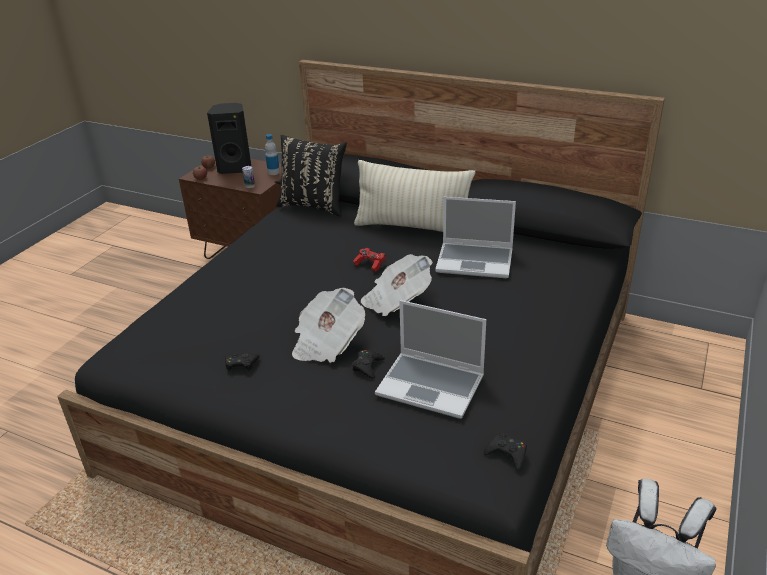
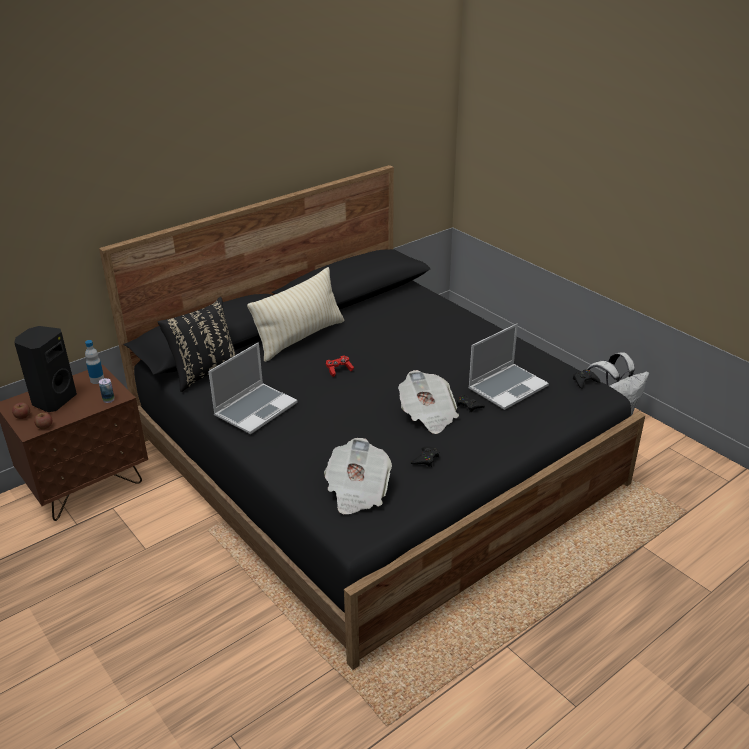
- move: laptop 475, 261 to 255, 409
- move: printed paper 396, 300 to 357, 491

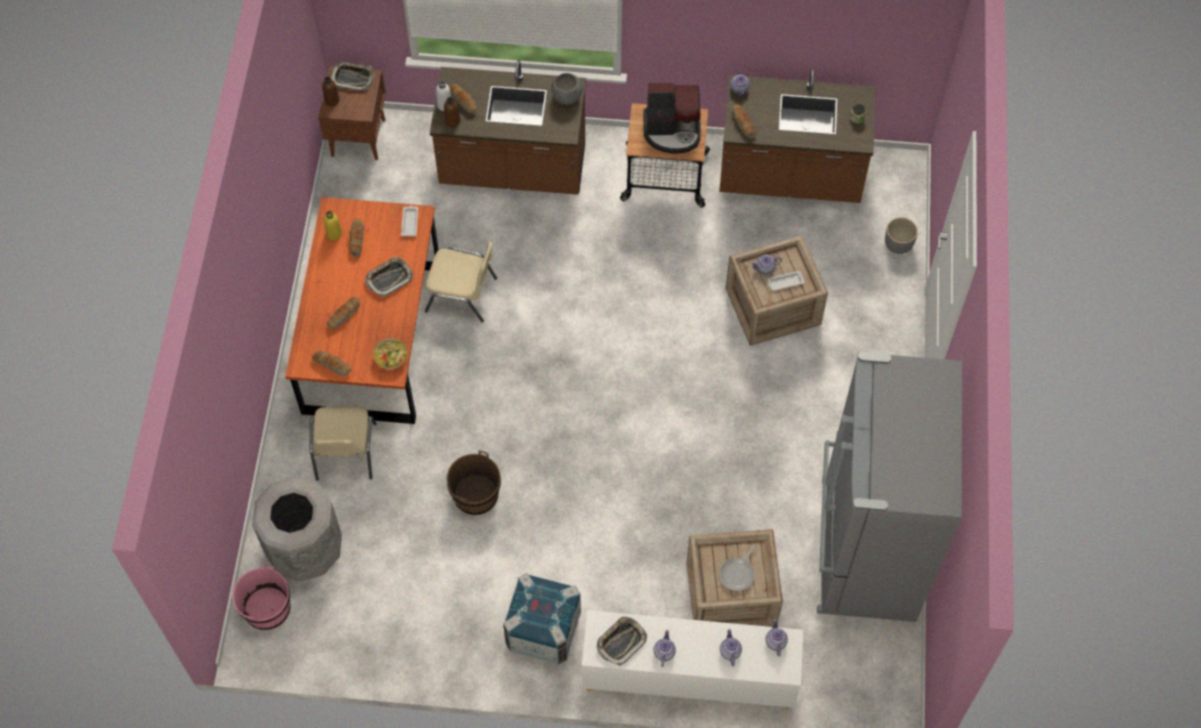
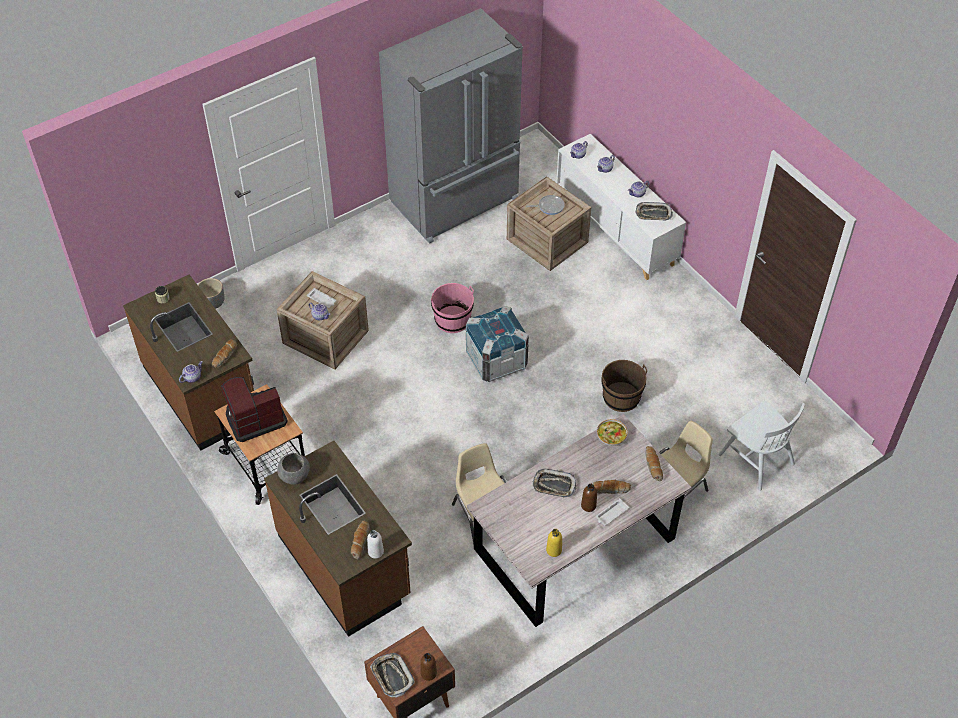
- rotate: coffee machine 672, 131 = 255, 418 75 degrees counterclockwise
- move: pinkish pail 267, 609 to 452, 320
- move: shipping crate 543, 631 to 496, 360
- recolor: orange-coloured kitchen table 371, 337 to greyish kitchen table 575, 544
- move: brown-coloured drink bottle 452, 121 to 588, 505
- move: white-coloured serving tray 410, 222 to 611, 514
- replace: greyish waste bin 305, 549 to white-coloured upright chair 756, 459
- delete: bread 356, 240

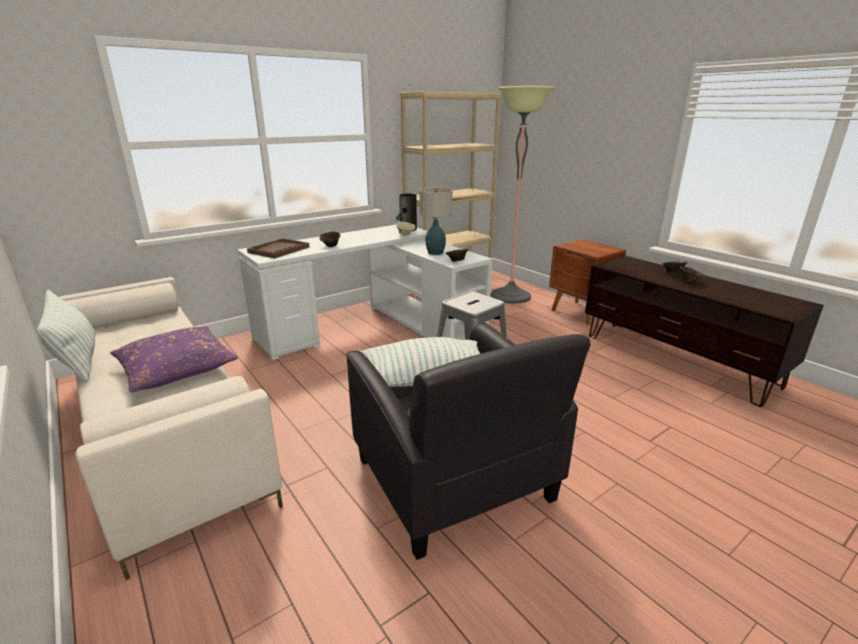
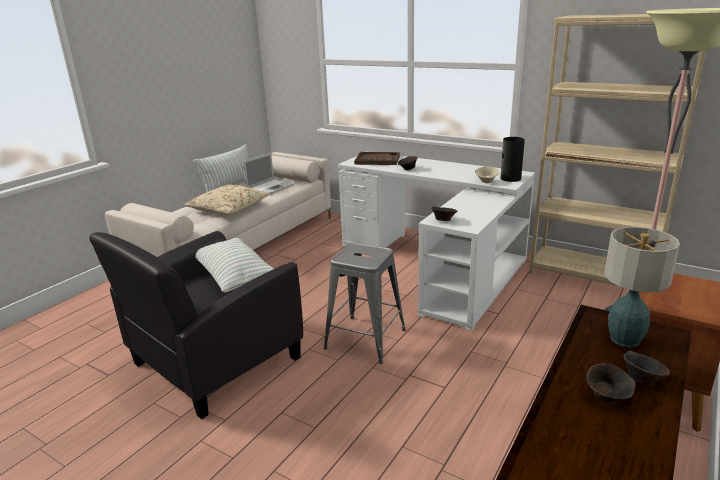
- recolor: purple pillow 176, 368 to beige-coloured pillow 228, 208
- insert: laptop 270, 187
- move: tabletop lamp 435, 253 to 624, 339

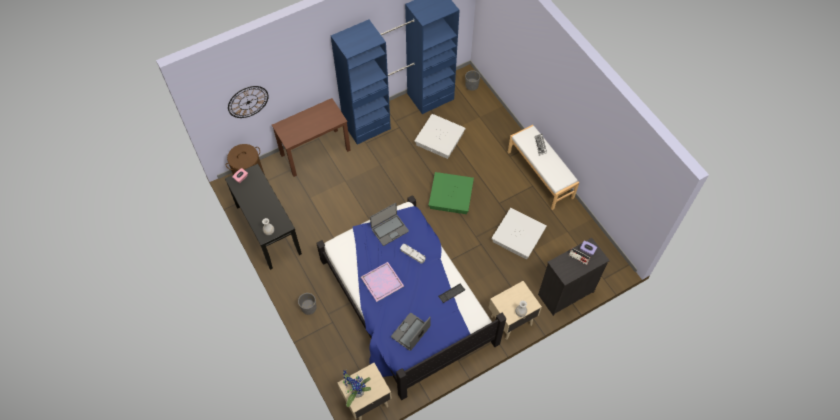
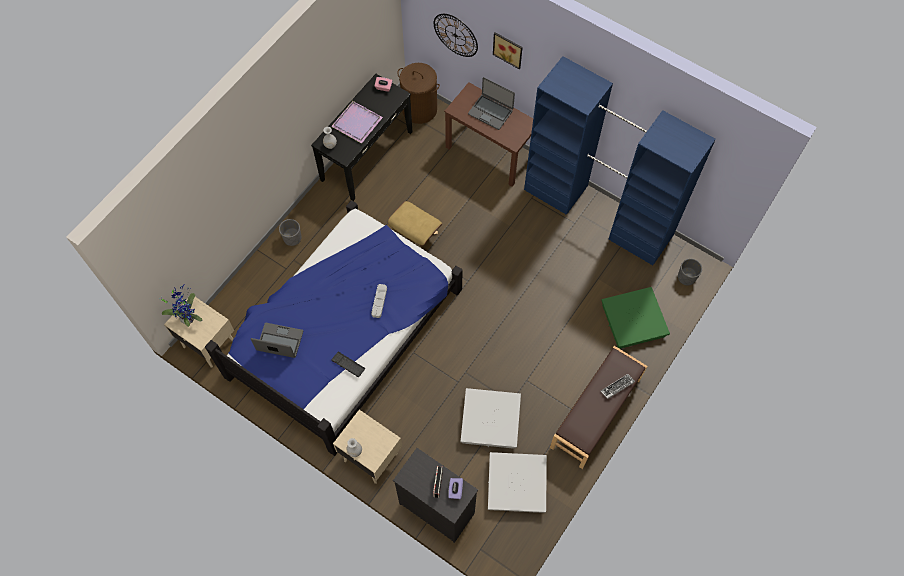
- move: purple serving tray 381, 282 to 357, 122
- insert: beige-coloured ottoman 415, 236
- move: laptop 389, 230 to 490, 112
- move: white-coloured storage box 439, 139 to 516, 484
- insert: picture 508, 49
- recolor: white-coloured long seat 540, 174 to brown-coloured long seat 596, 413
- move: greenish storage box 451, 195 to 633, 321

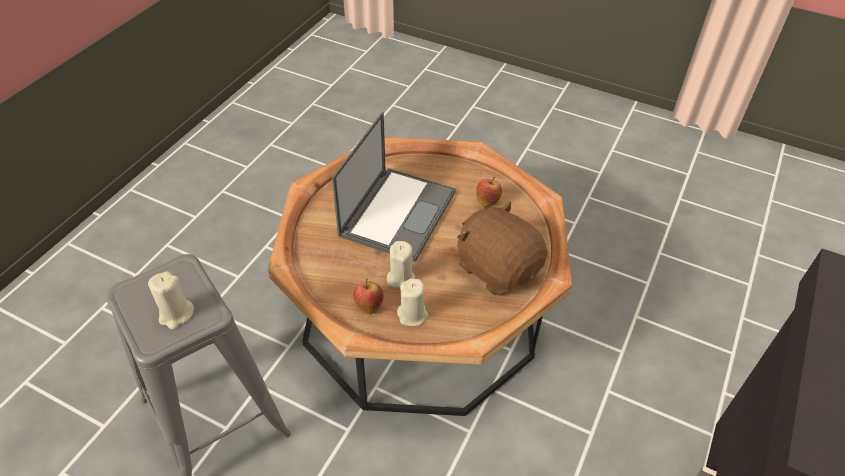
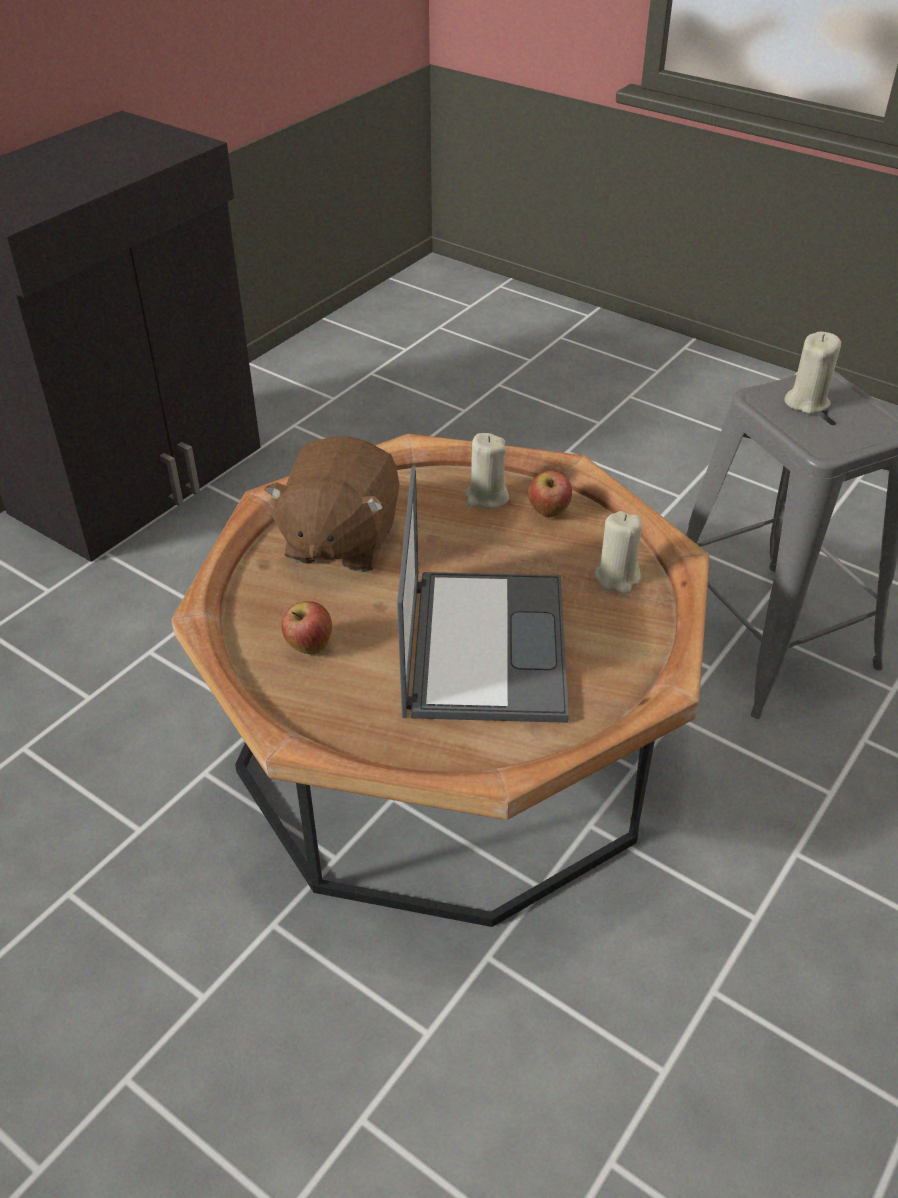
- rotate: brown-coloured plush toy 498, 268 = 340, 540 45 degrees clockwise
- rotate: laptop 398, 212 = 484, 644 150 degrees clockwise
- move: beige-coloured wax light 400, 278 to 617, 577

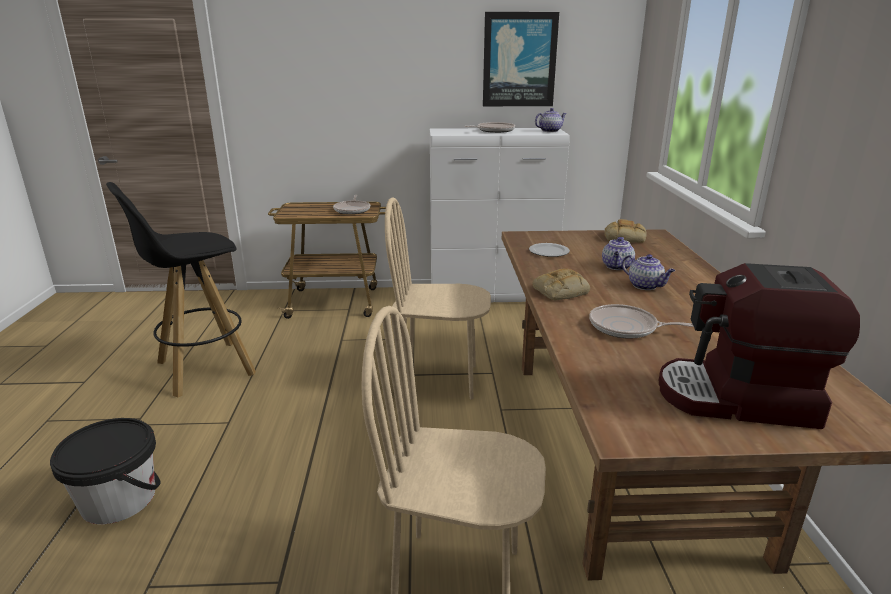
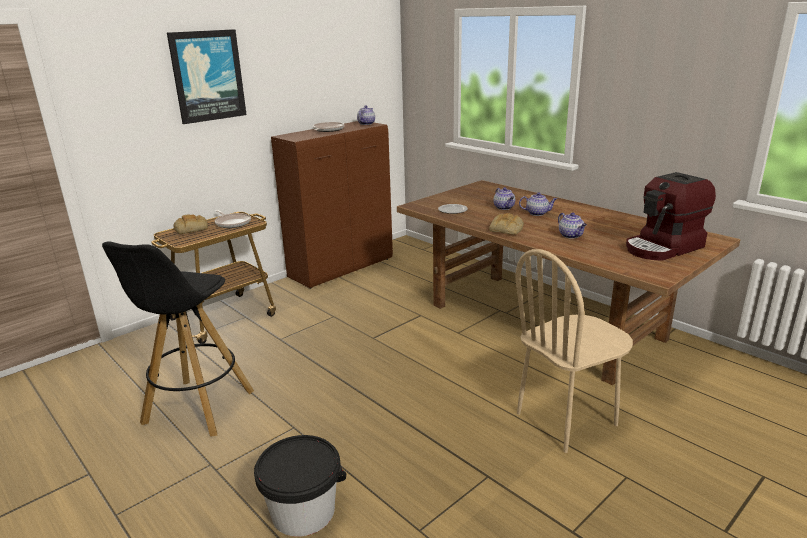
- move: picture 519, 60 to 207, 76
- move: bread 625, 238 to 191, 228
- recolor: white-coloured cupboard 492, 296 to brown-coloured cupboard 342, 268
- replace: skillet 626, 327 to pot for tea 571, 235
- delete: beige-coloured upright chair 439, 380

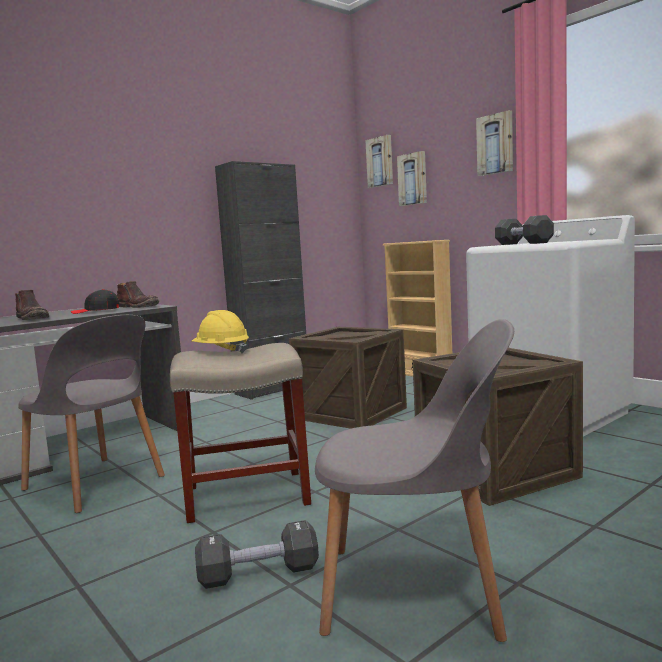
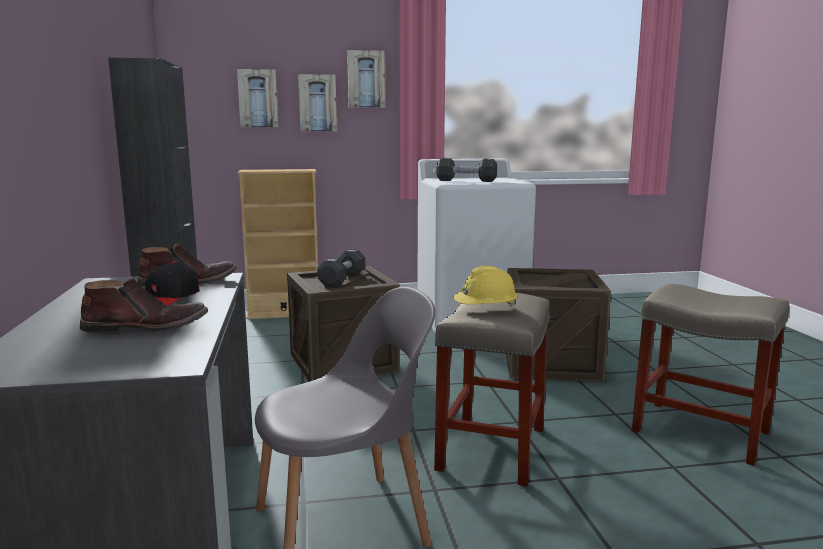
- move: picture 380, 162 to 317, 103
- move: blackish hand weight 259, 574 to 342, 279
- replace: greyish upright chair 417, 590 to beige-coloured stool 702, 432

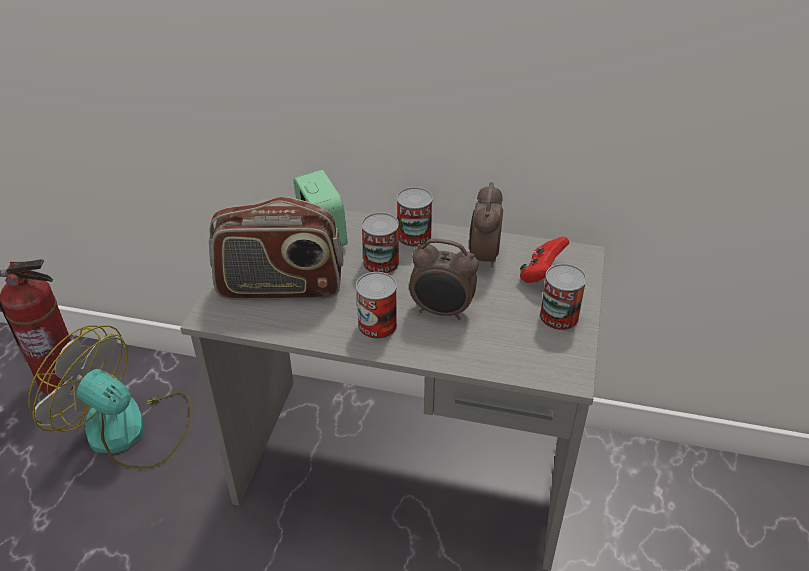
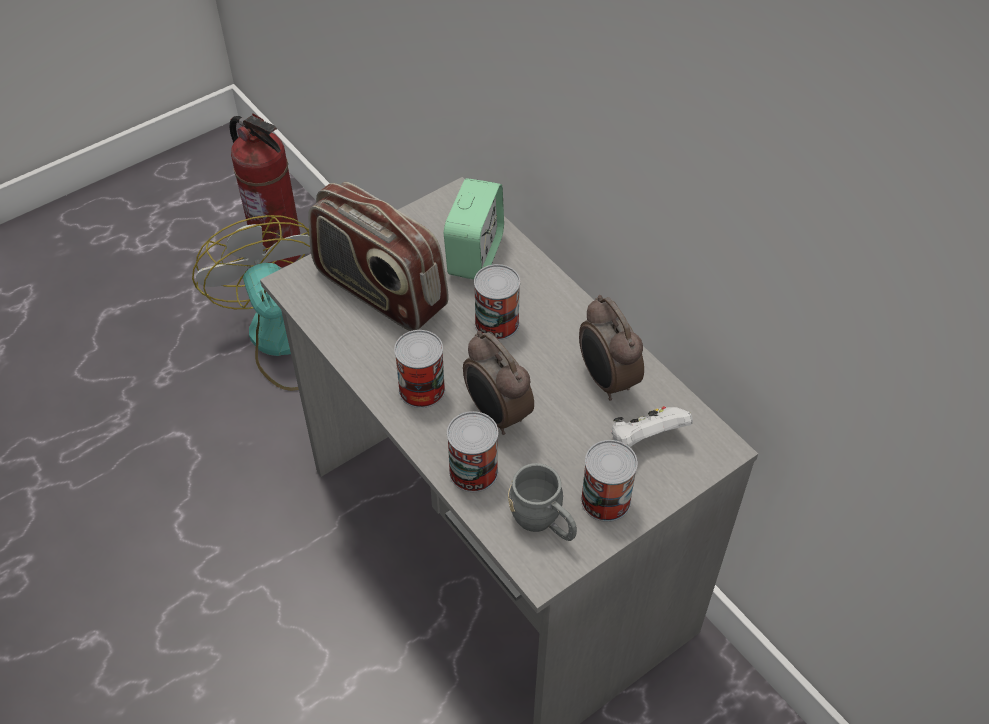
- move: sealed can 414, 236 to 473, 471
- insert: greyish coffee mug 543, 522
- rotate: bedside clock 483, 257 = 606, 380 75 degrees counterclockwise
- recolor: red-coloured game controller 541, 273 to white-coloured game controller 645, 439

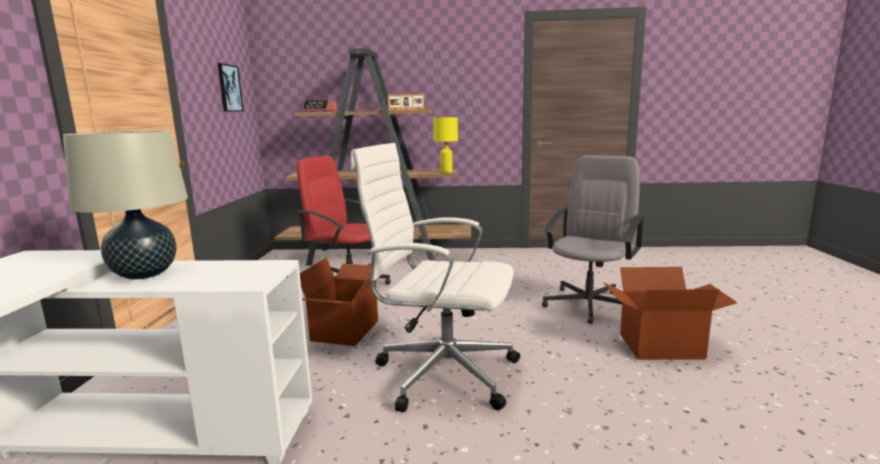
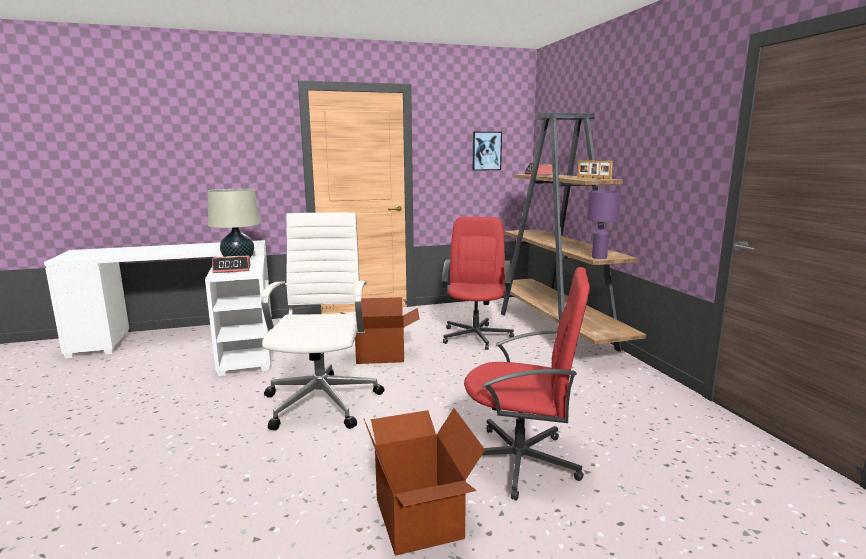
- insert: bedside clock 232, 269
- recolor: greyish office chair 589, 304 to red-coloured office chair 521, 462
- recolor: yellowish tabletop lamp 446, 172 to purple tabletop lamp 599, 257

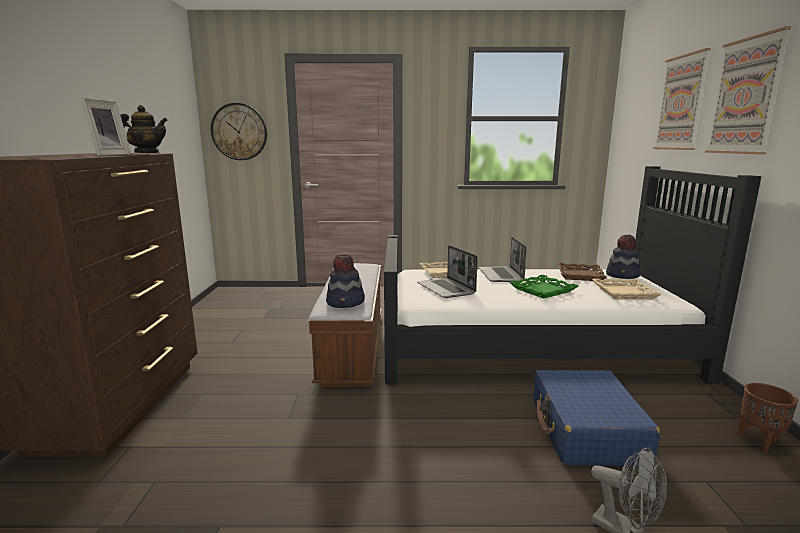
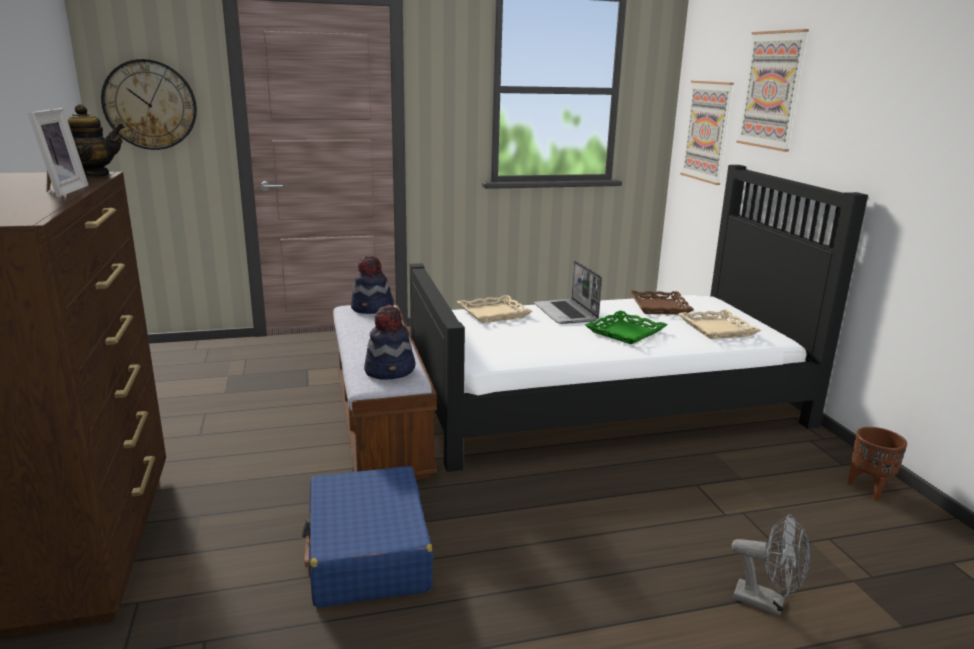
- move: blue-coloured piece of luggage 586, 431 to 368, 553
- move: clothing hat 623, 275 to 372, 308
- move: picture 745, 96 to 707, 131
- delete: laptop 447, 289

